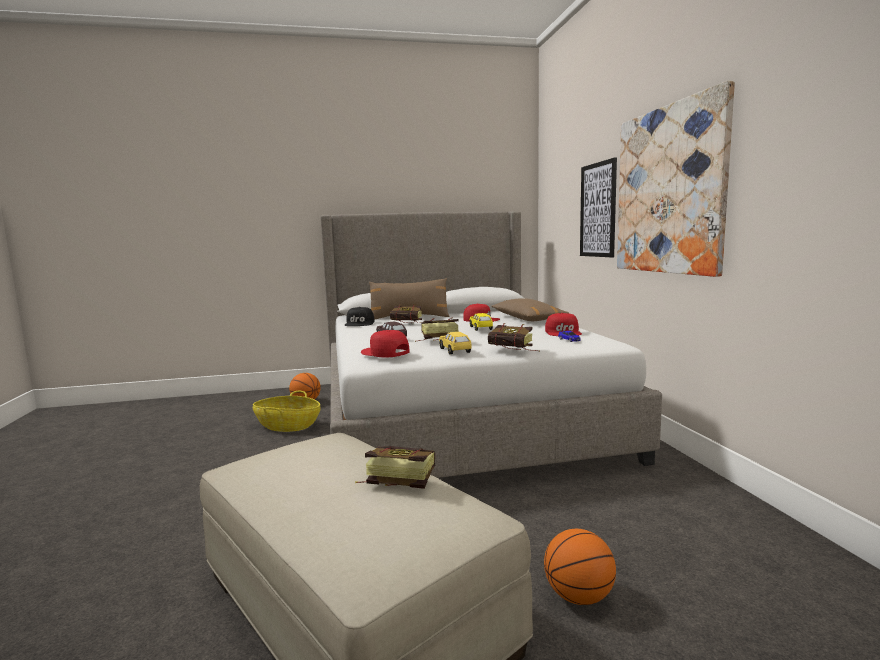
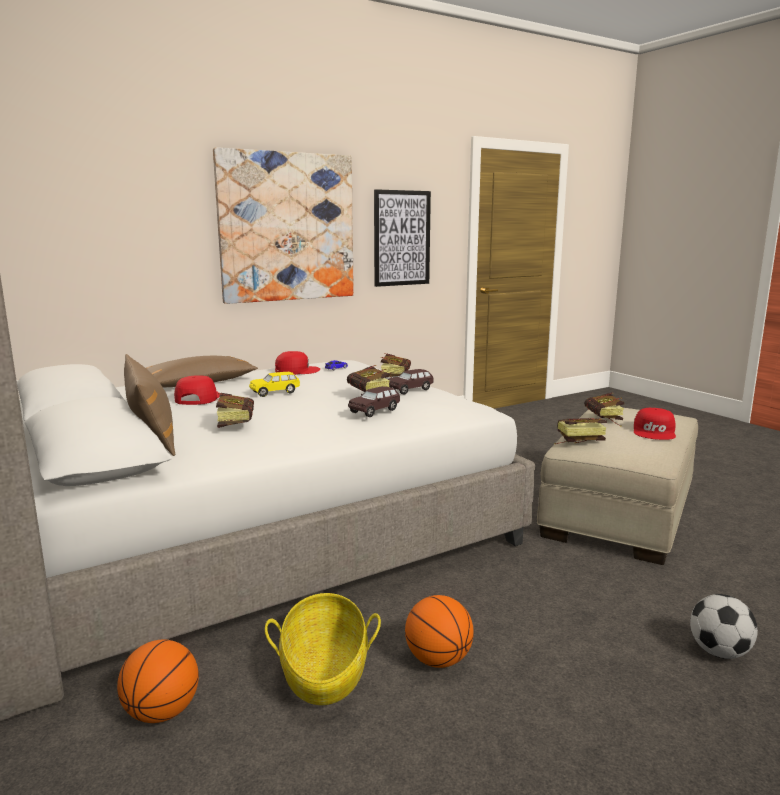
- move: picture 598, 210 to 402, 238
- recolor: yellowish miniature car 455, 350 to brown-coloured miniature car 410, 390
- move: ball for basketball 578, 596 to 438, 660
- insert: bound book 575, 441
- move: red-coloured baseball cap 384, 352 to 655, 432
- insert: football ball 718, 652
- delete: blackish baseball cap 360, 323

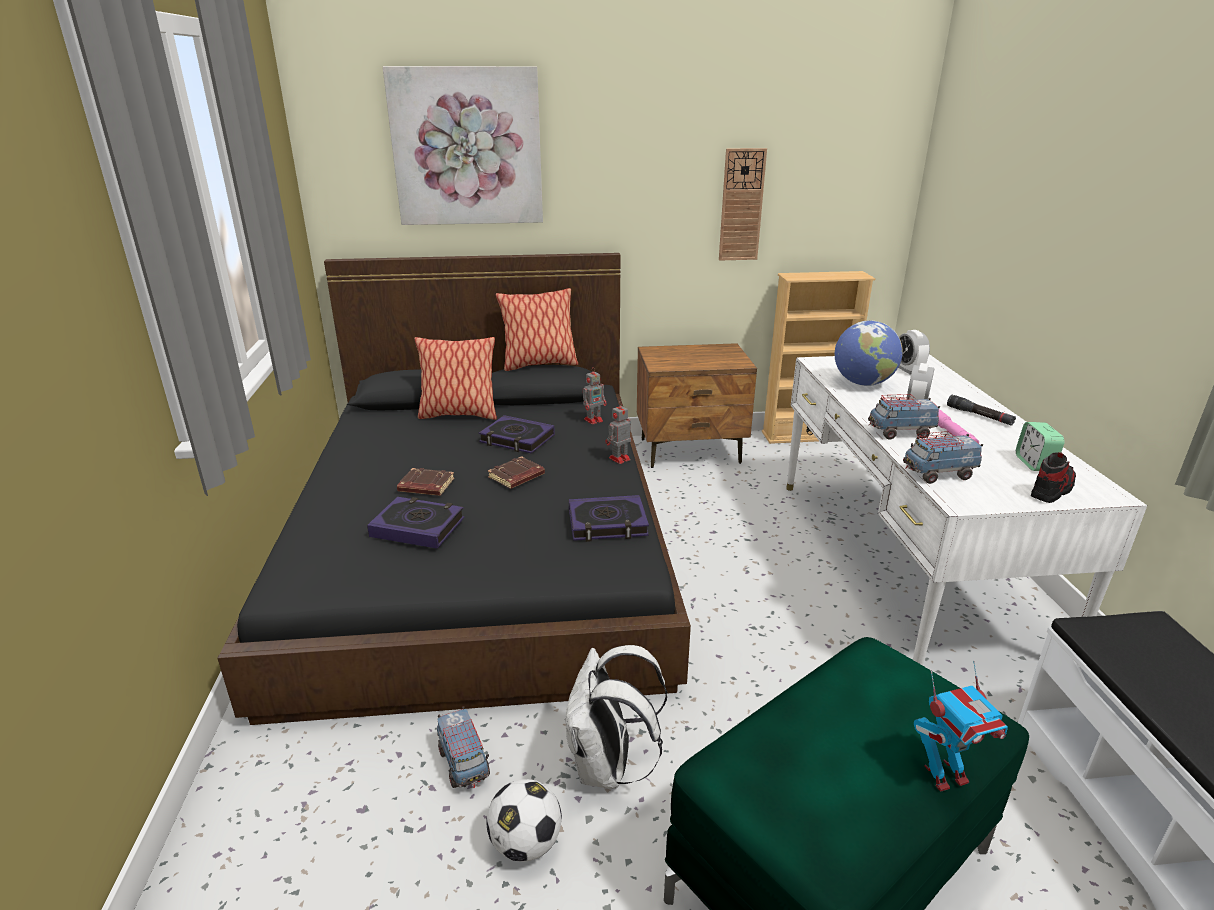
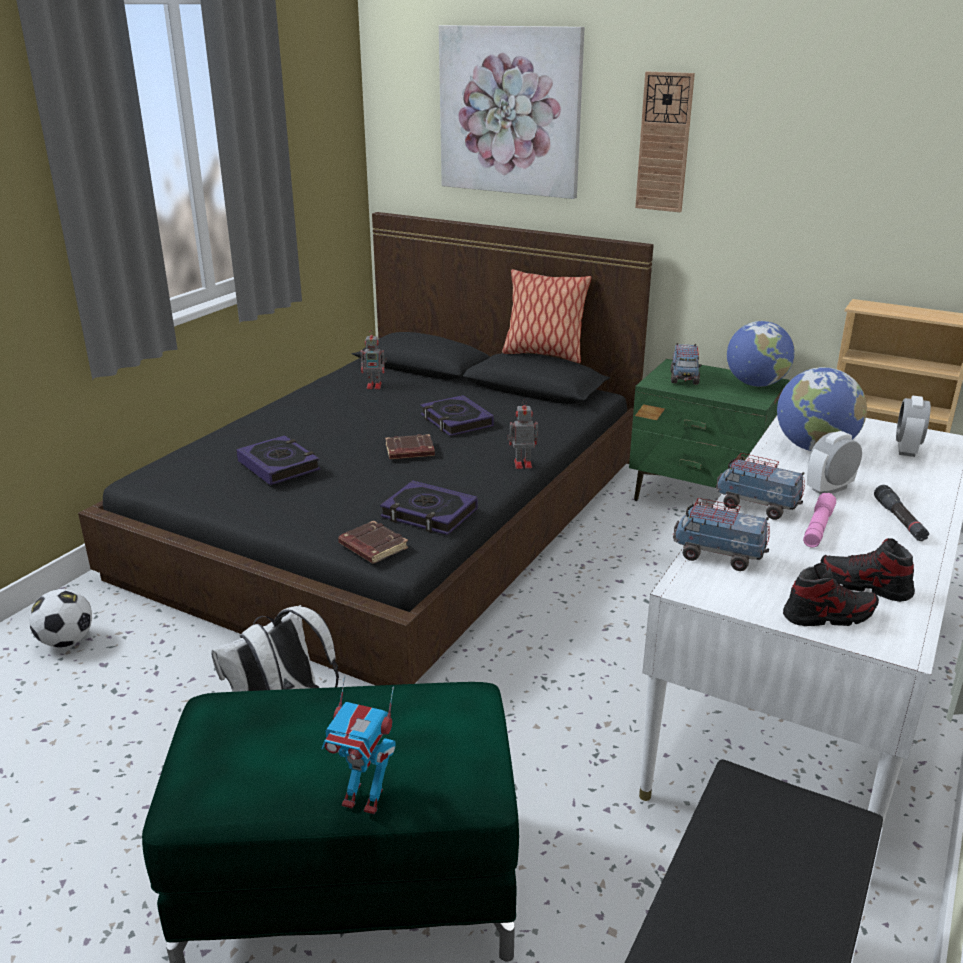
- move: football ball 525, 843 to 66, 641
- move: brown-coloured bound book 425, 486 to 372, 547
- move: toy robot 594, 420 to 375, 386
- recolor: brown-coloured night table 690, 451 to greenish night table 700, 497
- move: clock on the wall 741, 205 to 664, 143
- move: model truck 464, 763 to 684, 378
- insert: world globe 755, 384
- replace: bedside clock 1034, 464 to item of footwear 864, 586
- delete: pillow 459, 414

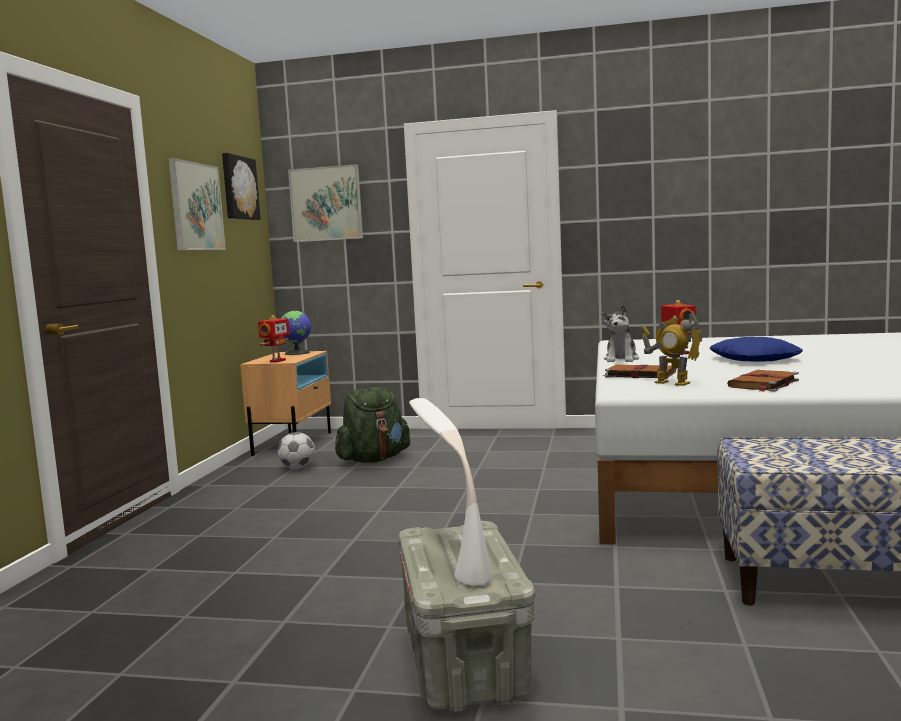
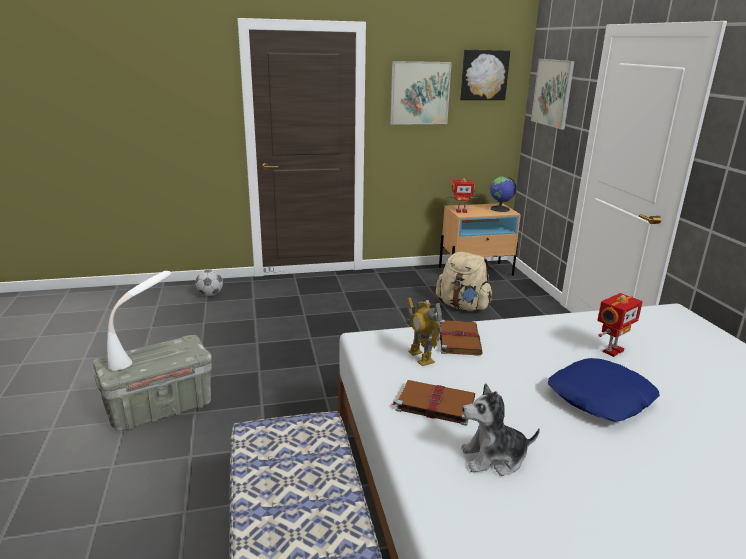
- move: football ball 297, 468 to 210, 294
- rotate: toy robot 672, 383 = 421, 357 45 degrees counterclockwise
- recolor: greenish rucksack 374, 459 to beige-coloured rucksack 463, 306
- move: plush toy 621, 359 to 494, 458

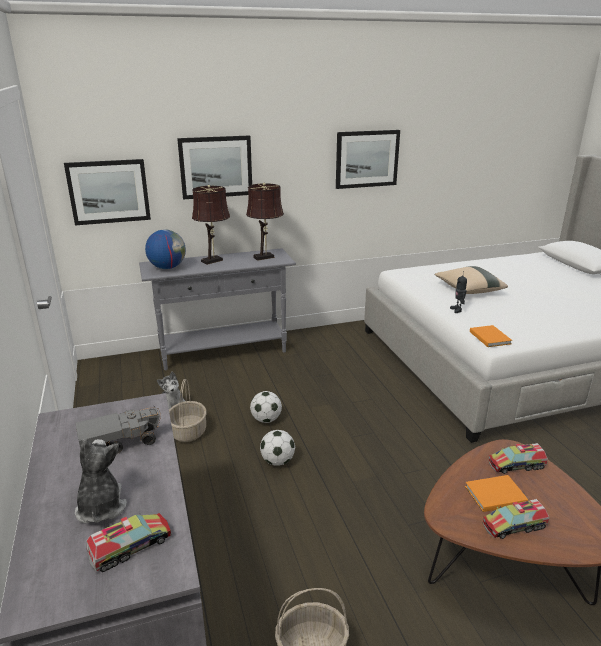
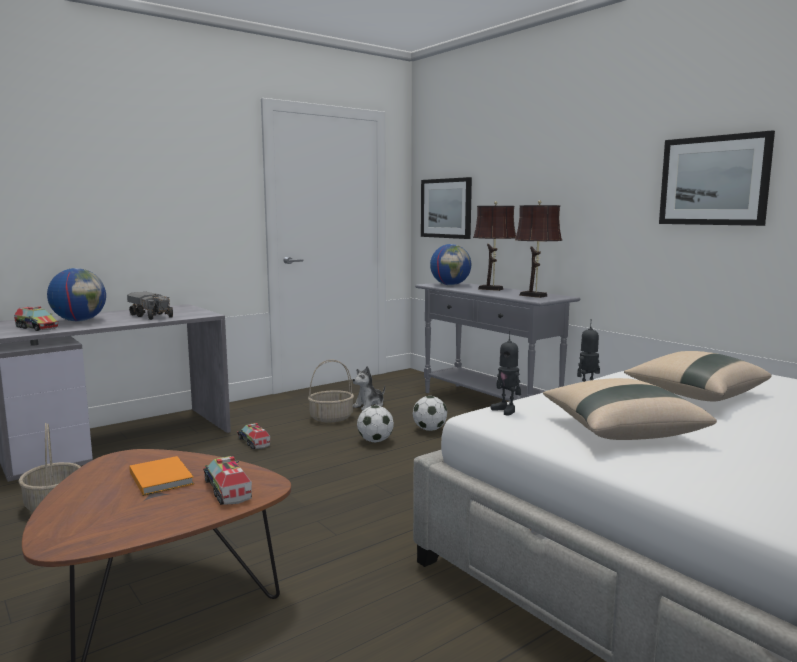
- replace: plush toy 101, 507 to world globe 79, 321
- move: model truck 514, 526 to 253, 442
- move: football ball 277, 461 to 429, 429
- replace: orange-coloured bound book 490, 337 to toy robot 506, 410
- insert: beige-coloured pillow 621, 431
- delete: picture 216, 167

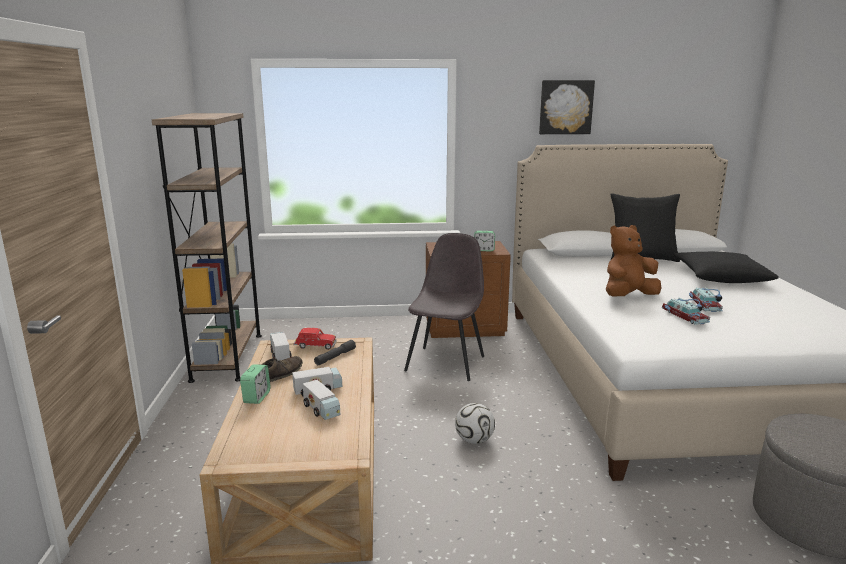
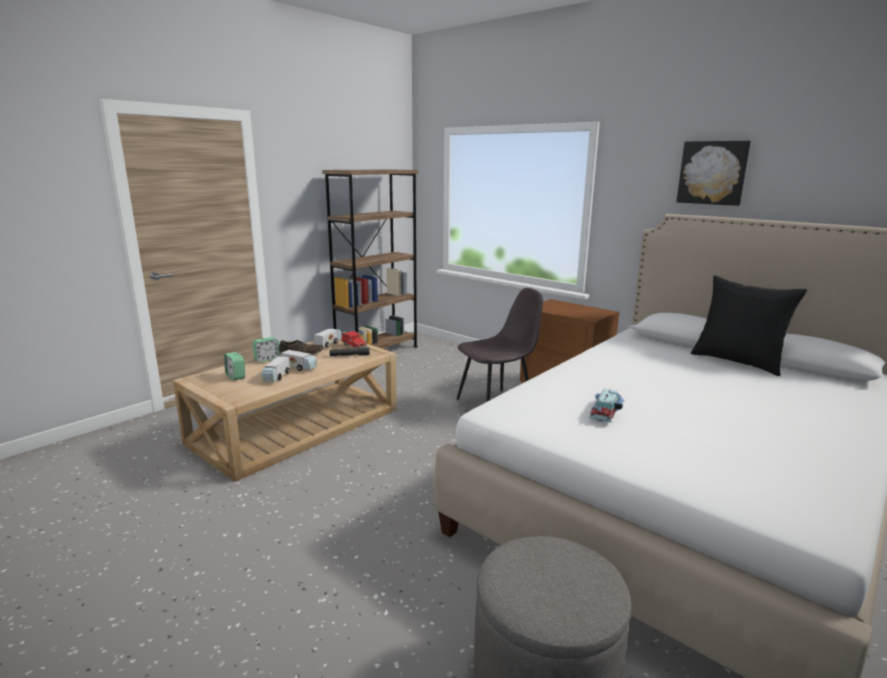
- move: bedside clock 484, 250 to 235, 376
- delete: football ball 474, 440
- delete: brown-coloured plush toy 628, 296
- delete: blackish pillow 721, 276
- delete: miniature car 705, 304

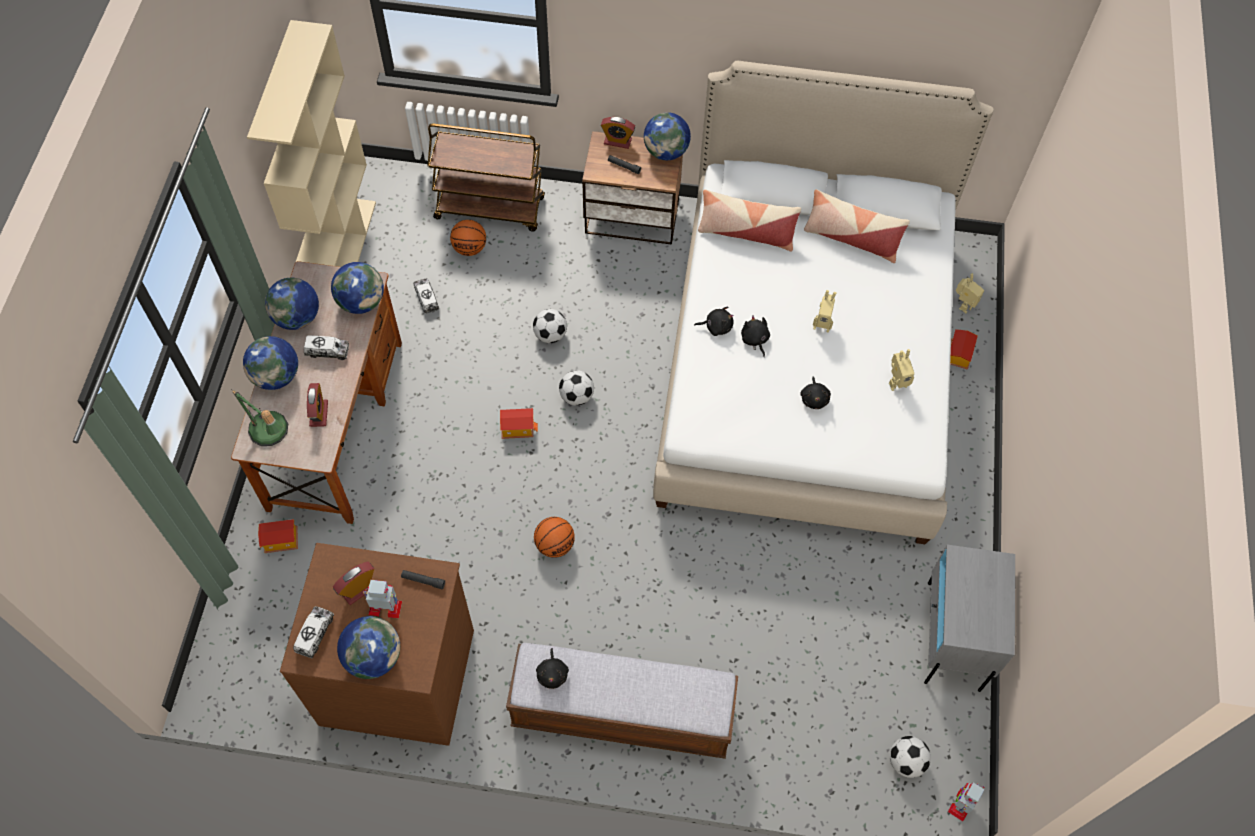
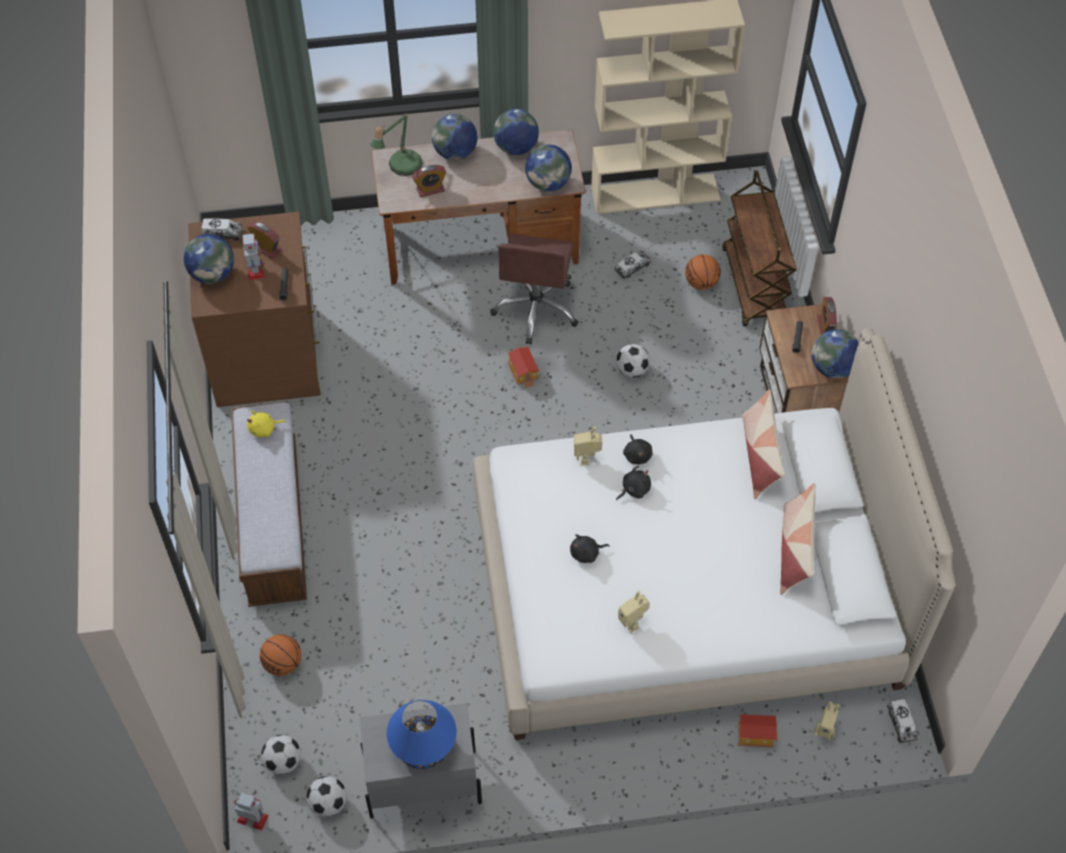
- recolor: blackish plush toy 552, 673 to yellowish plush toy 264, 429
- move: ball for basketball 555, 545 to 283, 664
- move: football ball 576, 396 to 328, 803
- insert: blue-coloured tabletop lamp 424, 747
- insert: brown-coloured office chair 536, 309
- move: toy robot 822, 324 to 587, 458
- move: model truck 327, 351 to 901, 724
- delete: toy house 281, 541

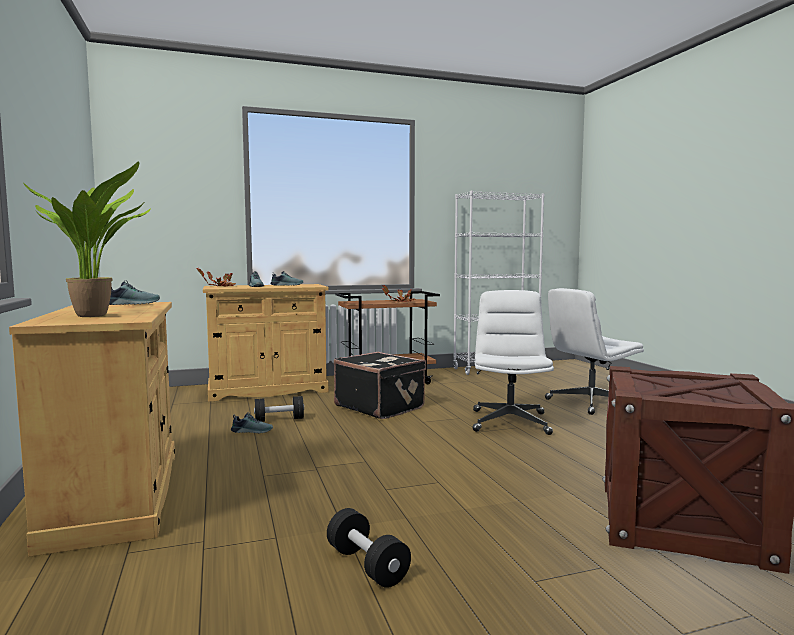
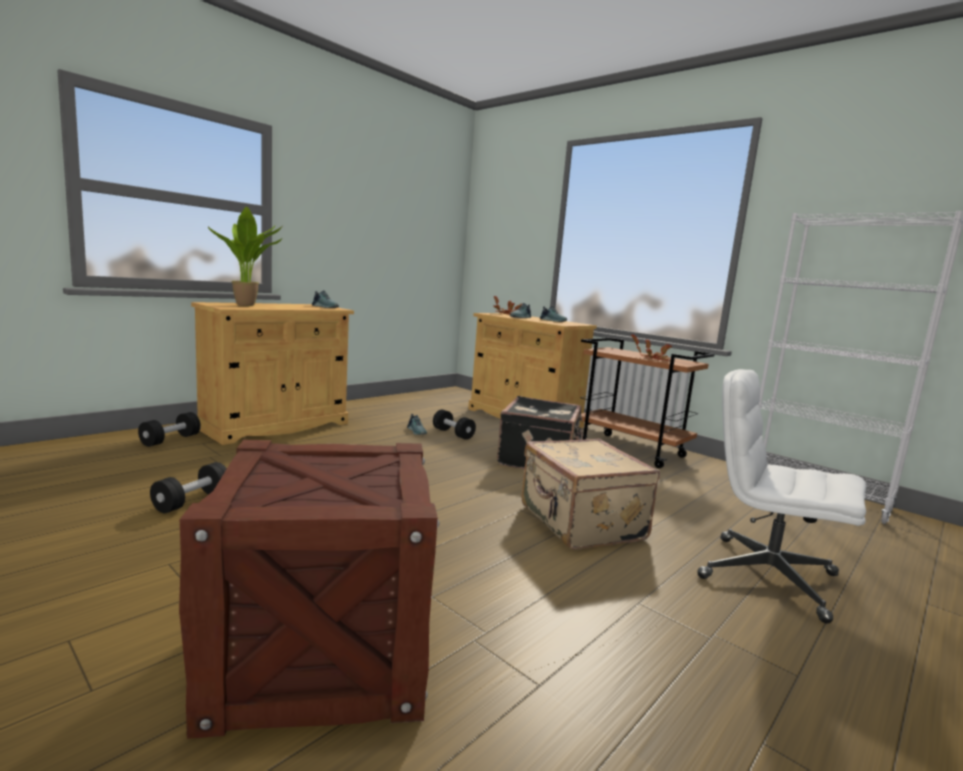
- insert: blackish hand weight 170, 440
- replace: white-coloured office chair 509, 422 to beige-coloured piece of luggage 580, 523

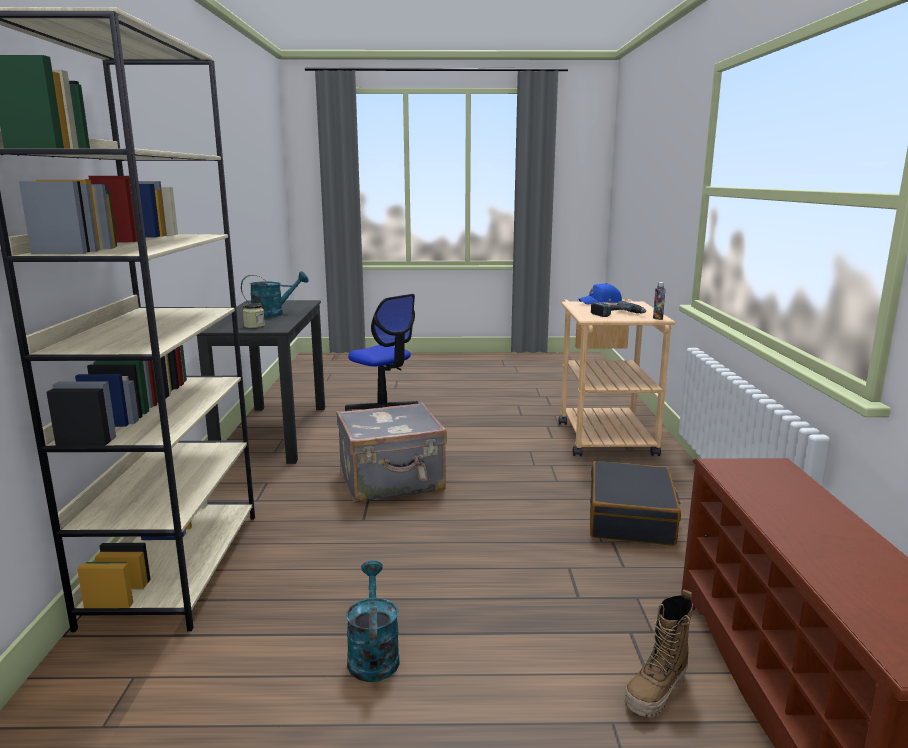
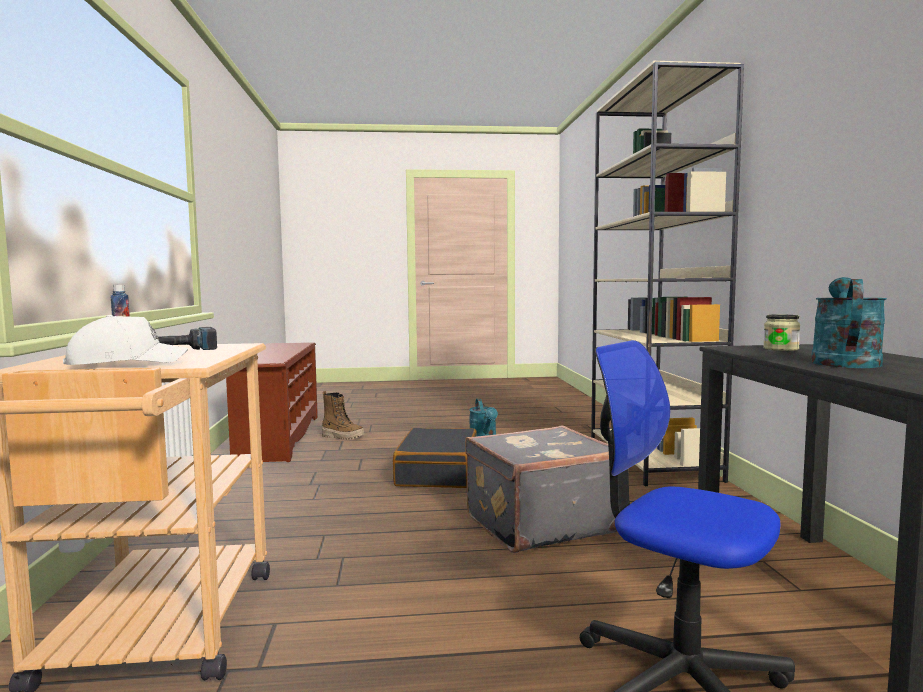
- recolor: blue-coloured baseball cap 601, 302 to white-coloured baseball cap 126, 362
- rotate: tall boot 657, 692 = 343, 437 75 degrees clockwise
- move: blackish piece of luggage 631, 518 to 437, 472
- rotate: turquoise sprinkling can 273, 314 = 843, 362 150 degrees clockwise

